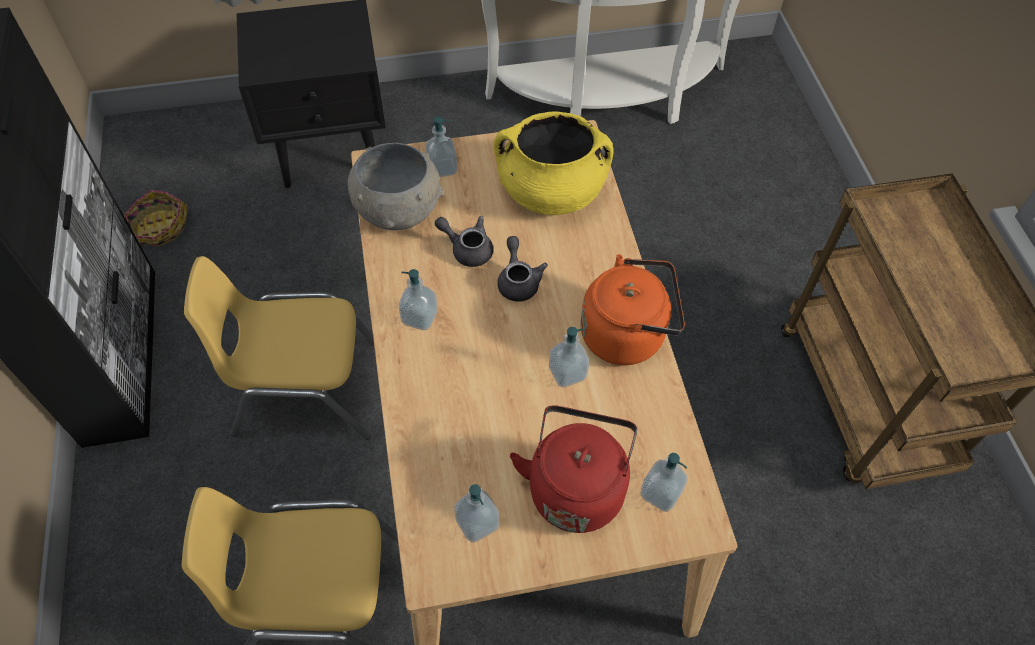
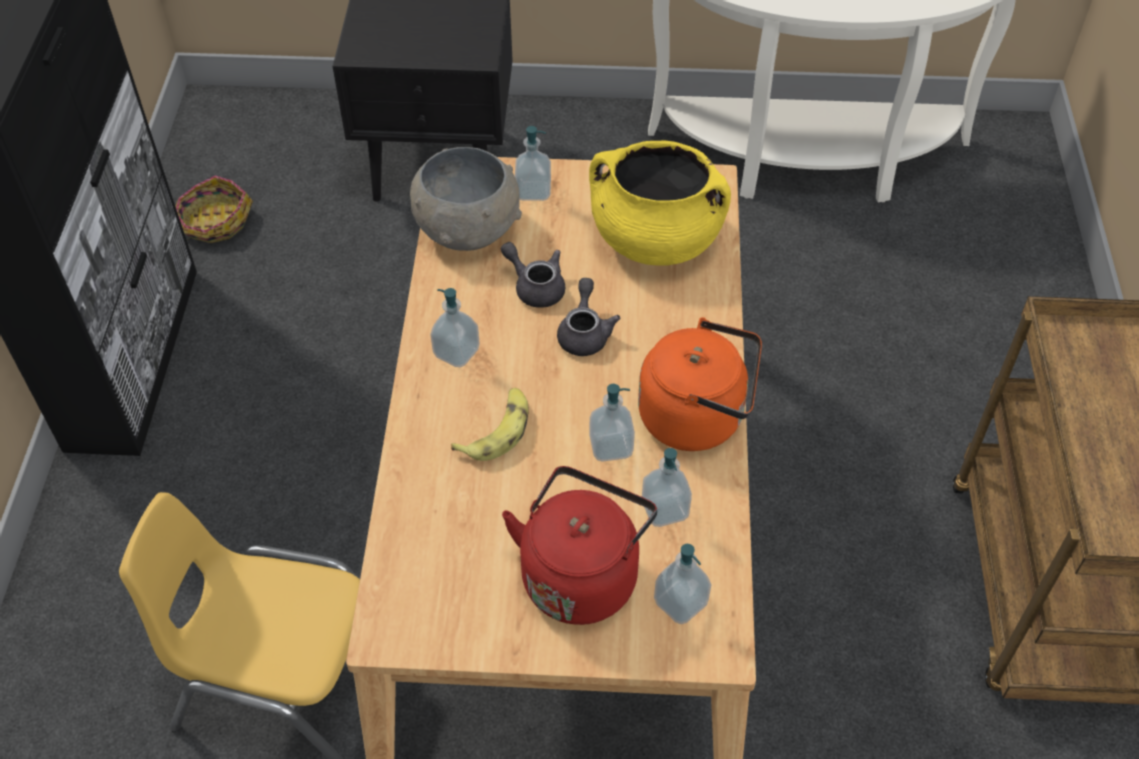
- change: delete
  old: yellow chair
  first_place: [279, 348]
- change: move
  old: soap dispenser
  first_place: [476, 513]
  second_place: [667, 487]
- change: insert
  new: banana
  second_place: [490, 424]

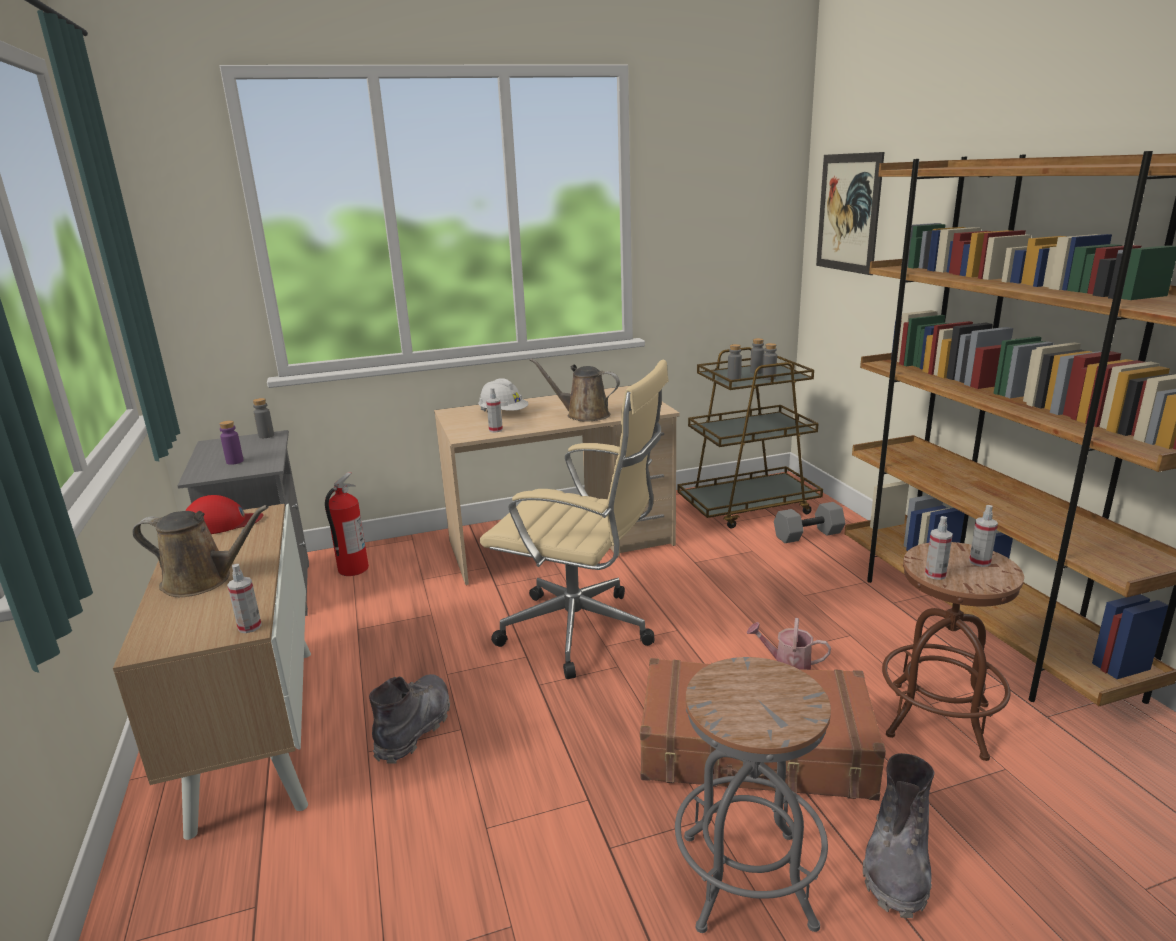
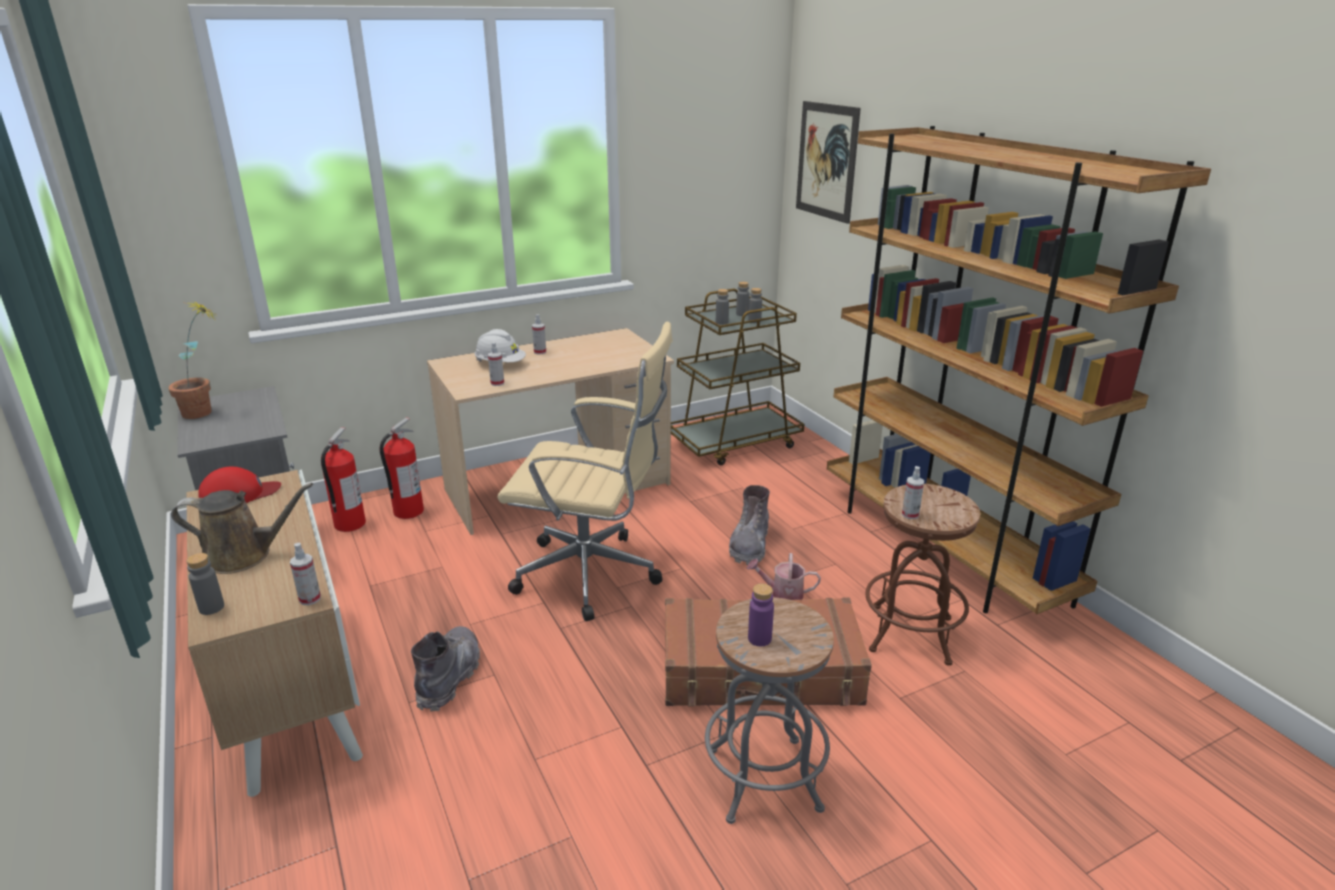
- change: delete
  old: brown watering can
  first_place: [574, 390]
- change: move
  old: grey bottle
  first_place: [263, 418]
  second_place: [205, 584]
- change: move
  old: purple bottle
  first_place: [231, 443]
  second_place: [761, 614]
- change: delete
  old: grey dumbbell
  first_place: [809, 522]
- change: move
  old: spray bottle
  first_place: [983, 536]
  second_place: [539, 334]
- change: move
  old: grey boot
  first_place: [898, 835]
  second_place: [749, 525]
- change: insert
  new: potted plant
  second_place: [191, 359]
- change: insert
  new: fire extinguisher
  second_place: [402, 468]

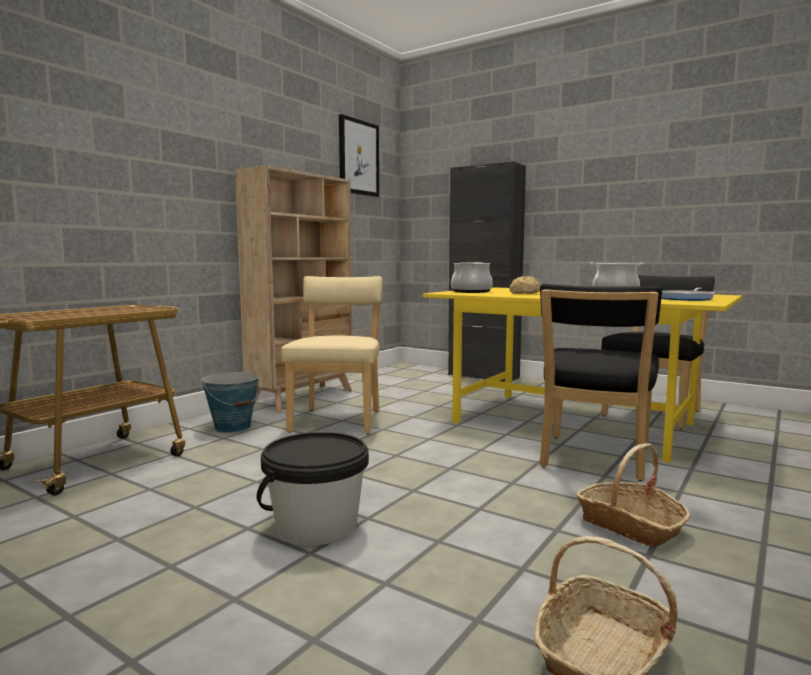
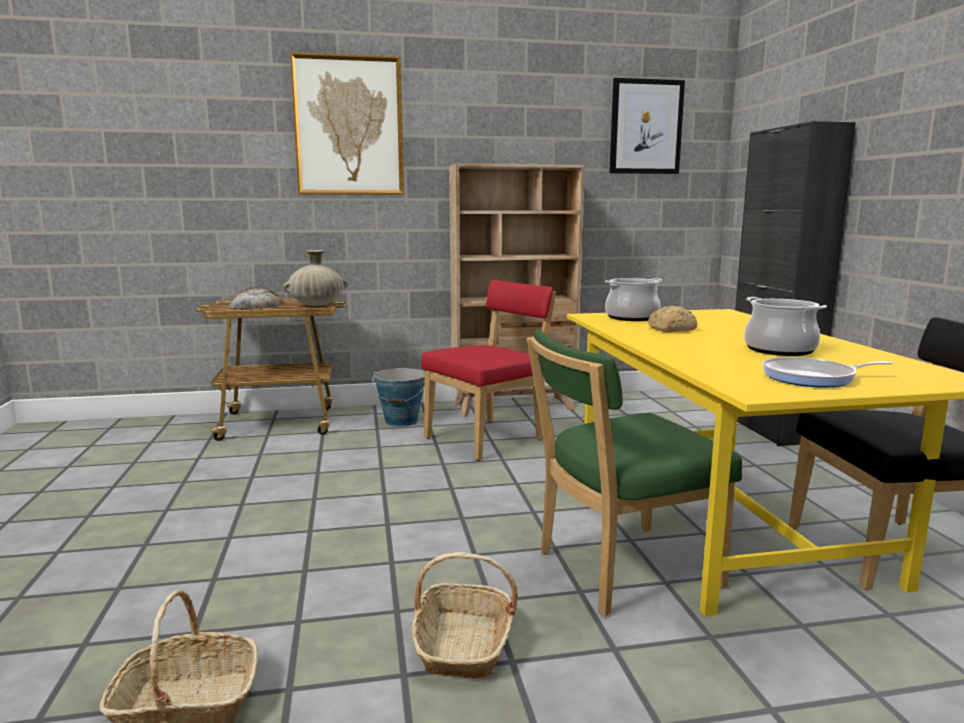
- change: recolor
  old: beige chair
  new: red chair
  first_place: [332, 355]
  second_place: [488, 370]
- change: recolor
  old: black chair
  new: green chair
  first_place: [601, 382]
  second_place: [634, 472]
- change: delete
  old: black bucket
  first_place: [313, 489]
- change: insert
  new: picture
  second_place: [347, 123]
- change: insert
  new: beige vase
  second_place: [315, 278]
- change: insert
  new: bread
  second_place: [255, 298]

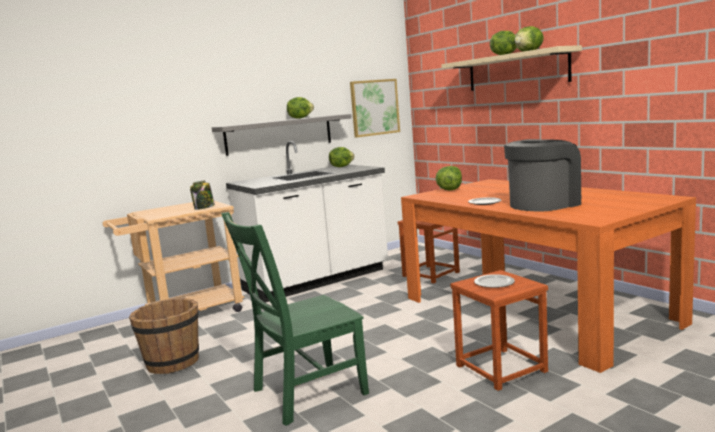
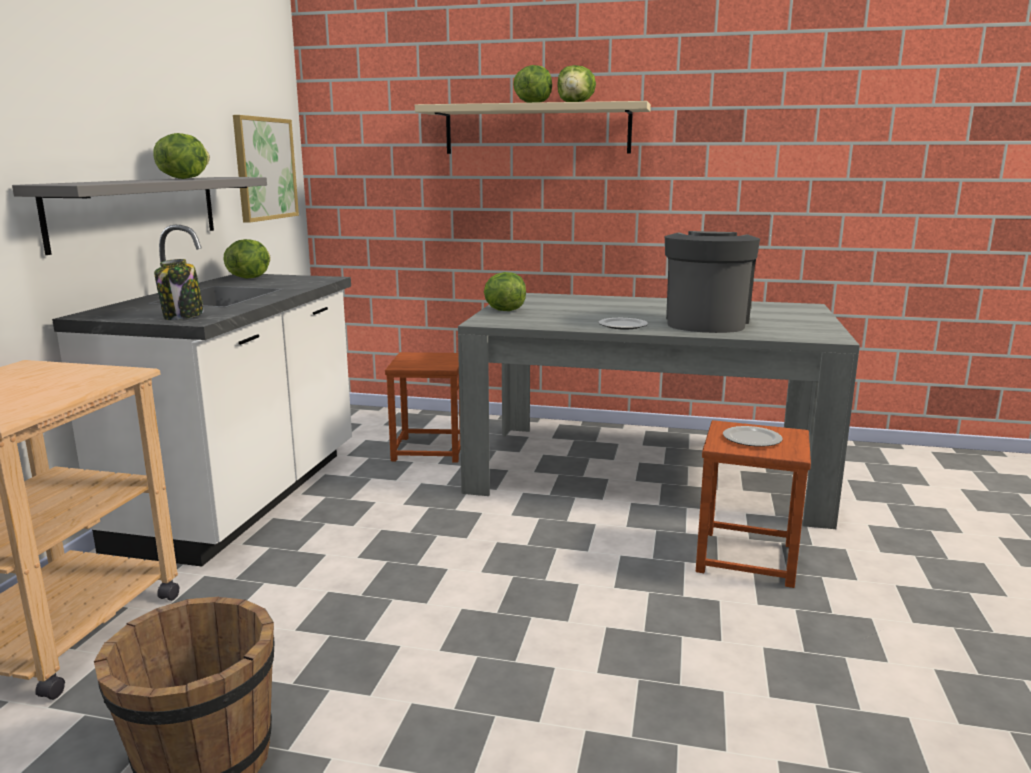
- change: recolor
  old: orange dining table
  new: grey dining table
  first_place: [548, 276]
  second_place: [659, 411]
- change: move
  old: jar
  first_place: [202, 195]
  second_place: [179, 289]
- change: delete
  old: green chair
  first_place: [295, 319]

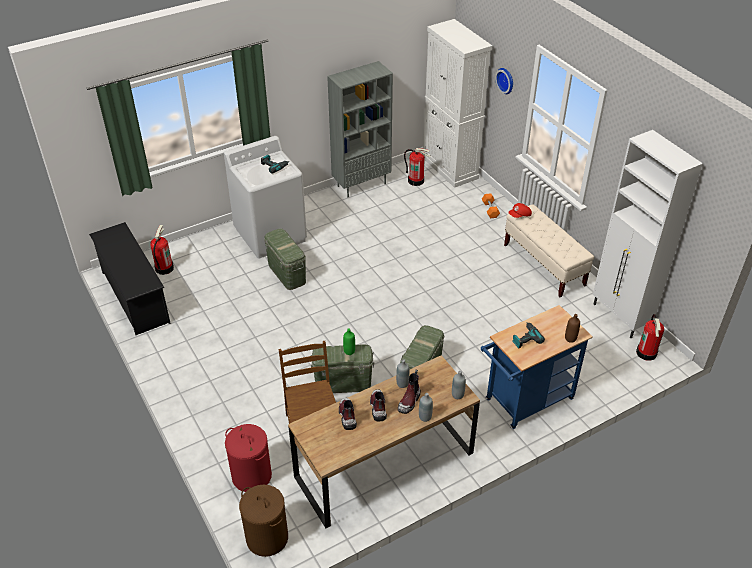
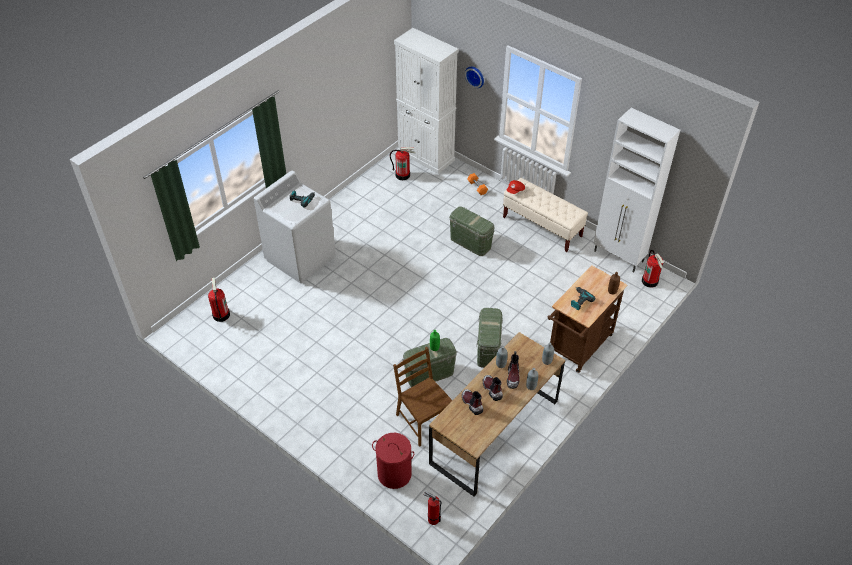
- change: delete
  old: grey bookcase
  first_place: [360, 129]
- change: delete
  old: black shoe rack
  first_place: [130, 278]
- change: move
  old: green storage box
  first_place: [285, 259]
  second_place: [472, 231]
- change: recolor
  old: blue cart
  new: brown cart
  first_place: [537, 367]
  second_place: [587, 319]
- change: replace
  old: brown laundry basket
  new: fire extinguisher
  first_place: [263, 521]
  second_place: [432, 508]

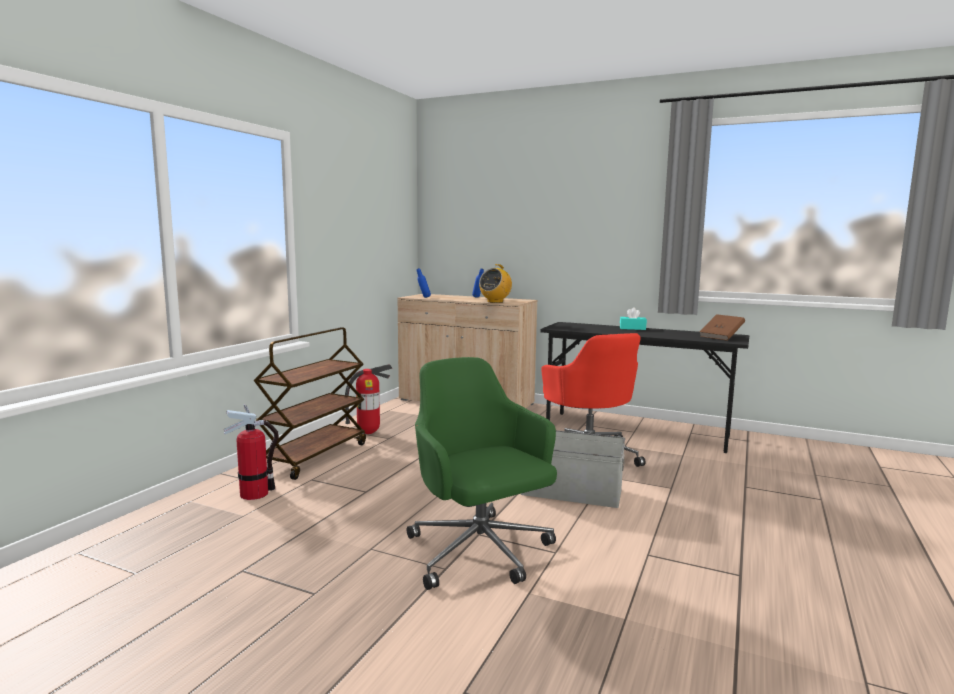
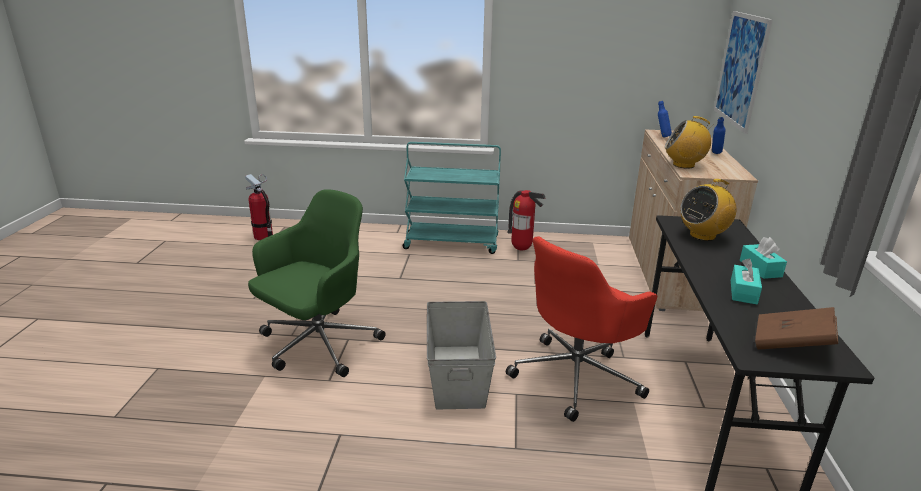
- change: recolor
  old: brown cart
  new: turquoise cart
  first_place: [310, 403]
  second_place: [452, 198]
- change: move
  old: fire extinguisher
  first_place: [251, 452]
  second_place: [259, 207]
- change: insert
  new: picture
  second_place: [743, 72]
- change: insert
  new: radio
  second_place: [708, 210]
- change: insert
  new: turquoise tissue box
  second_place: [746, 281]

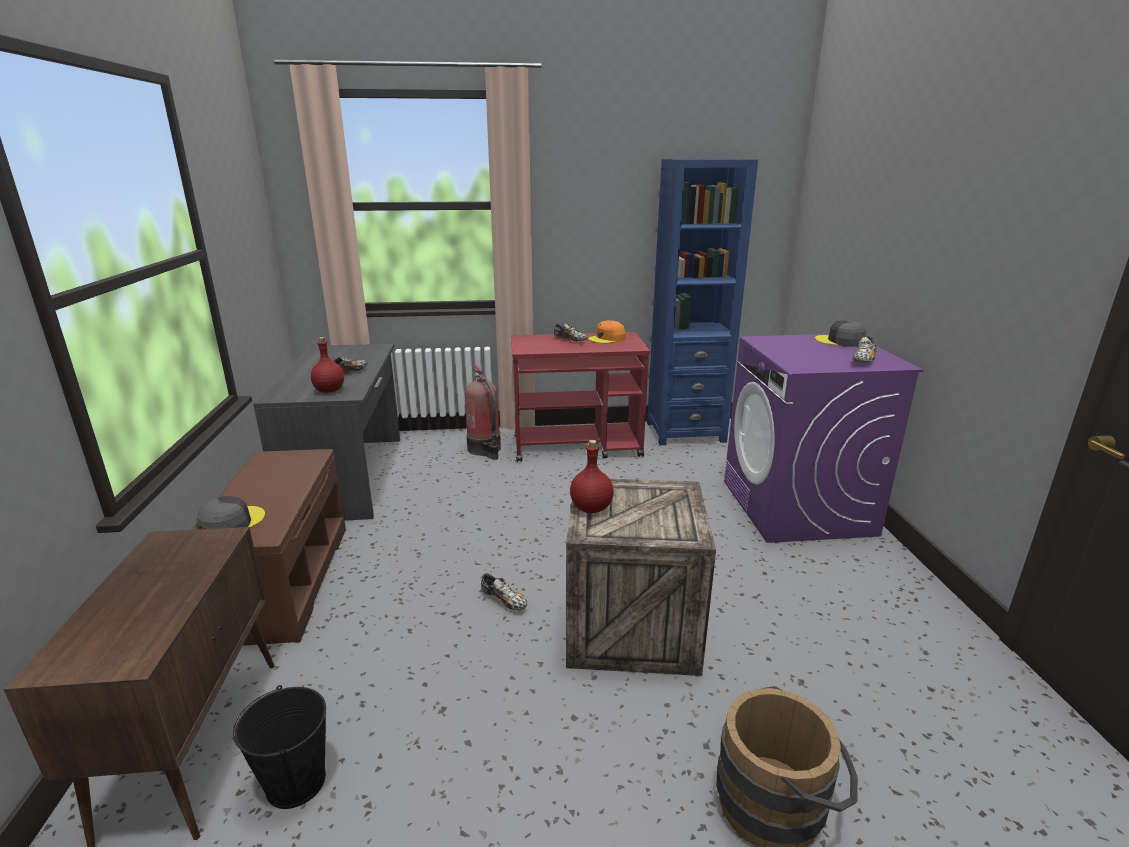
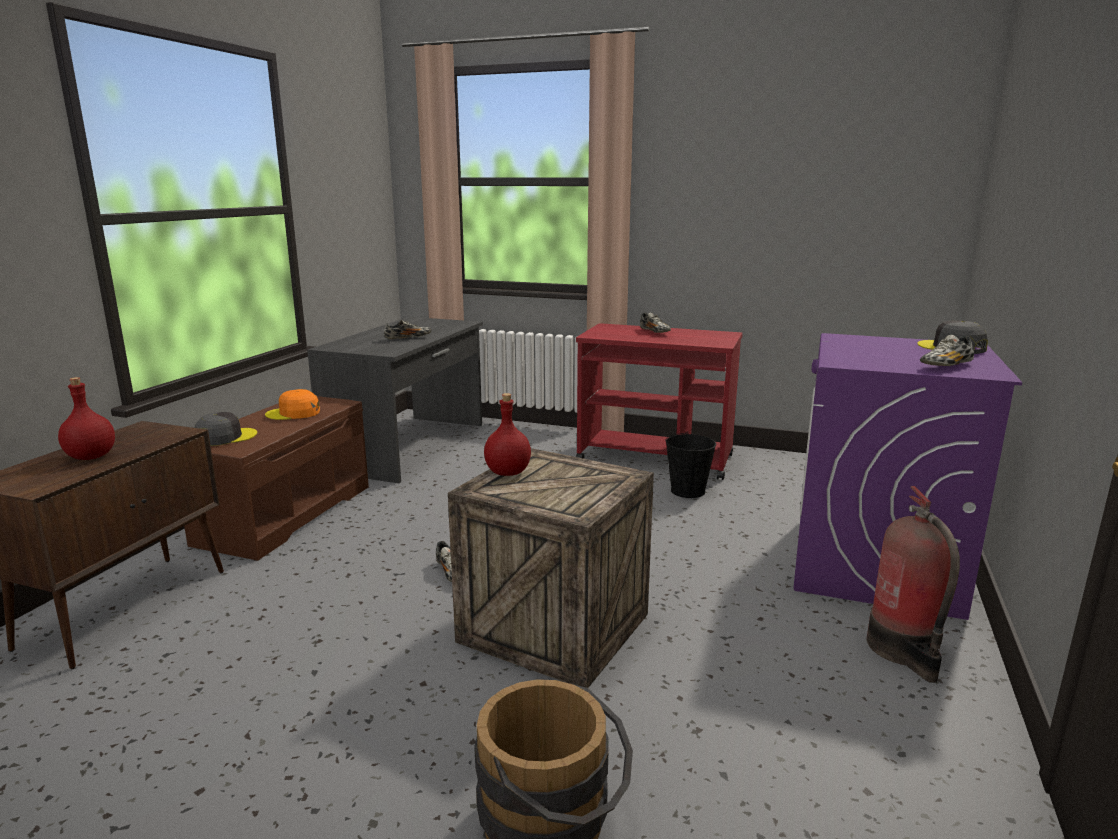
- change: delete
  old: blue bookcase
  first_place: [702, 302]
- change: move
  old: orange cap
  first_place: [607, 332]
  second_place: [292, 404]
- change: move
  old: red bottle
  first_place: [327, 365]
  second_place: [86, 418]
- change: move
  old: fire extinguisher
  first_place: [483, 412]
  second_place: [913, 584]
- change: move
  old: black bucket
  first_place: [279, 747]
  second_place: [690, 465]

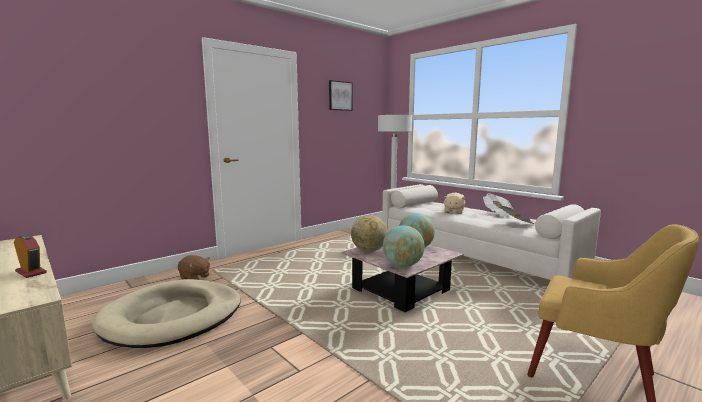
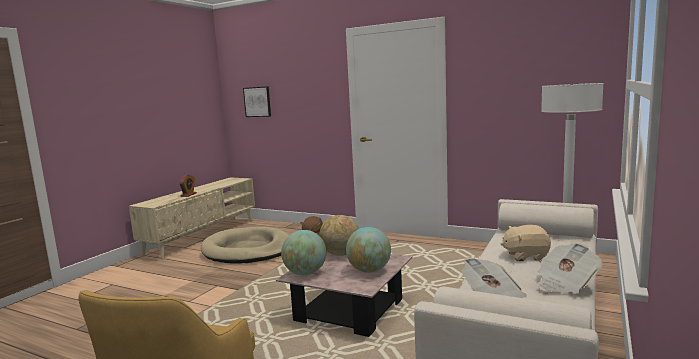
- change: move
  old: picture
  first_place: [340, 95]
  second_place: [257, 101]

